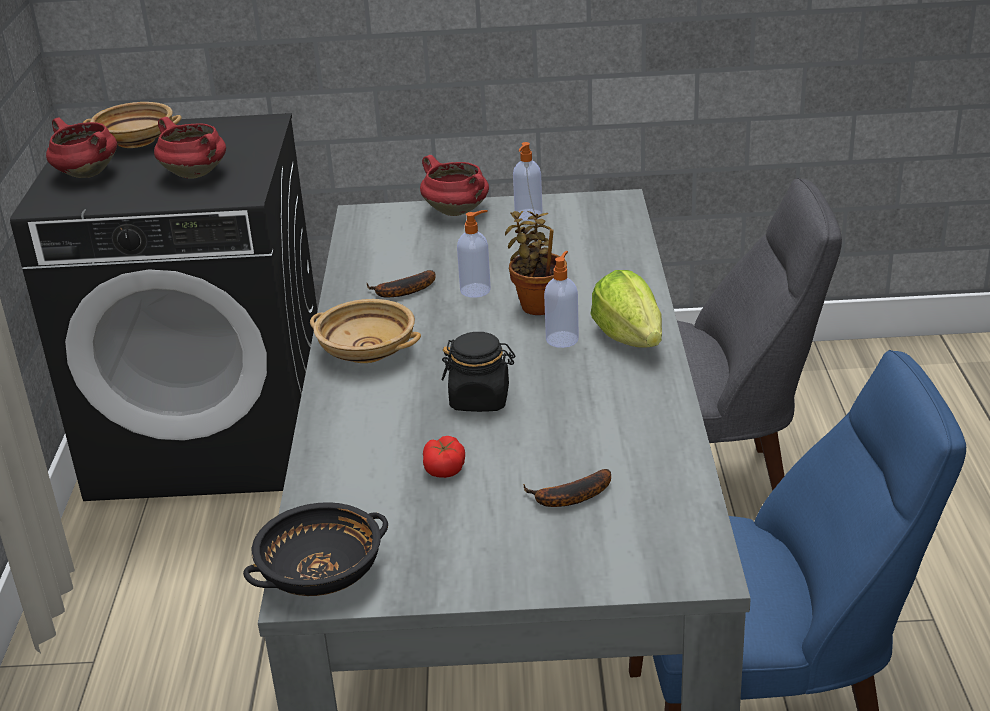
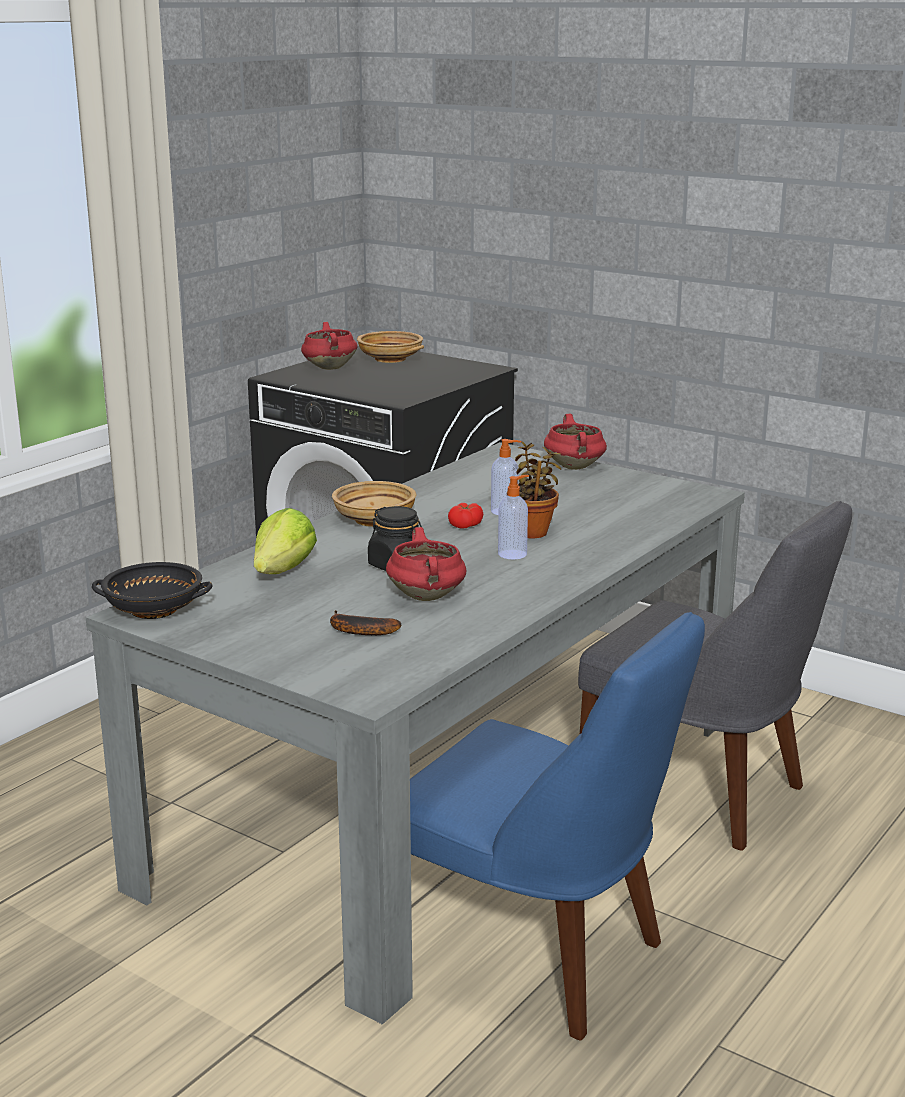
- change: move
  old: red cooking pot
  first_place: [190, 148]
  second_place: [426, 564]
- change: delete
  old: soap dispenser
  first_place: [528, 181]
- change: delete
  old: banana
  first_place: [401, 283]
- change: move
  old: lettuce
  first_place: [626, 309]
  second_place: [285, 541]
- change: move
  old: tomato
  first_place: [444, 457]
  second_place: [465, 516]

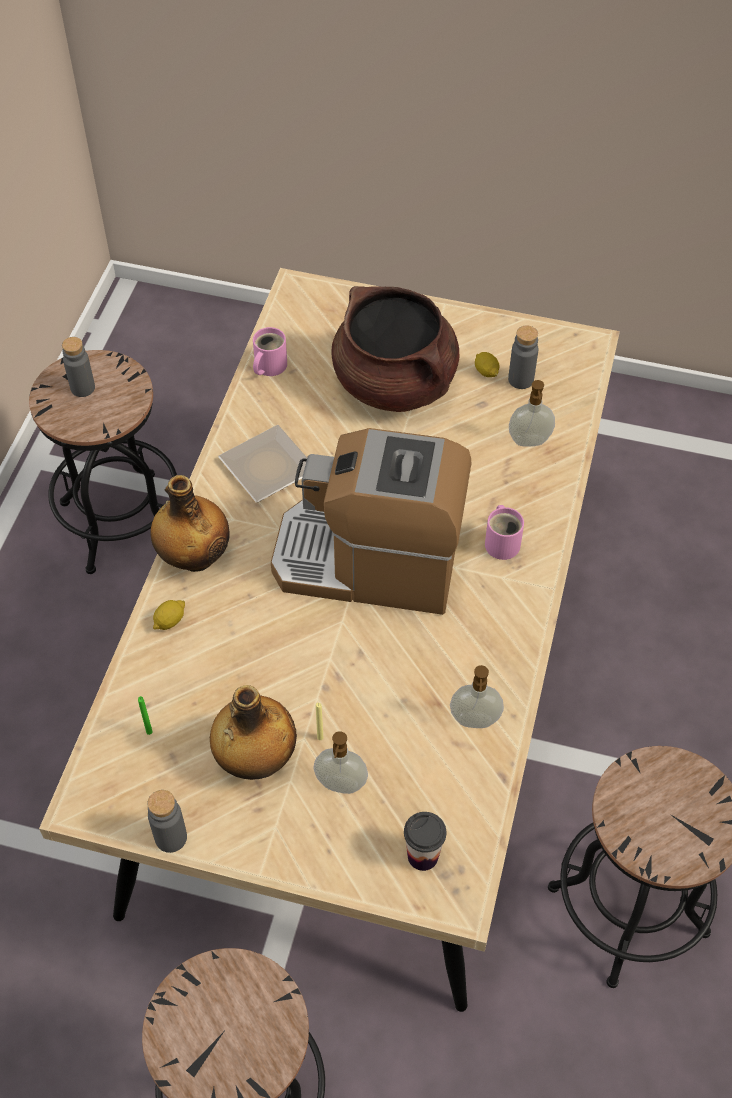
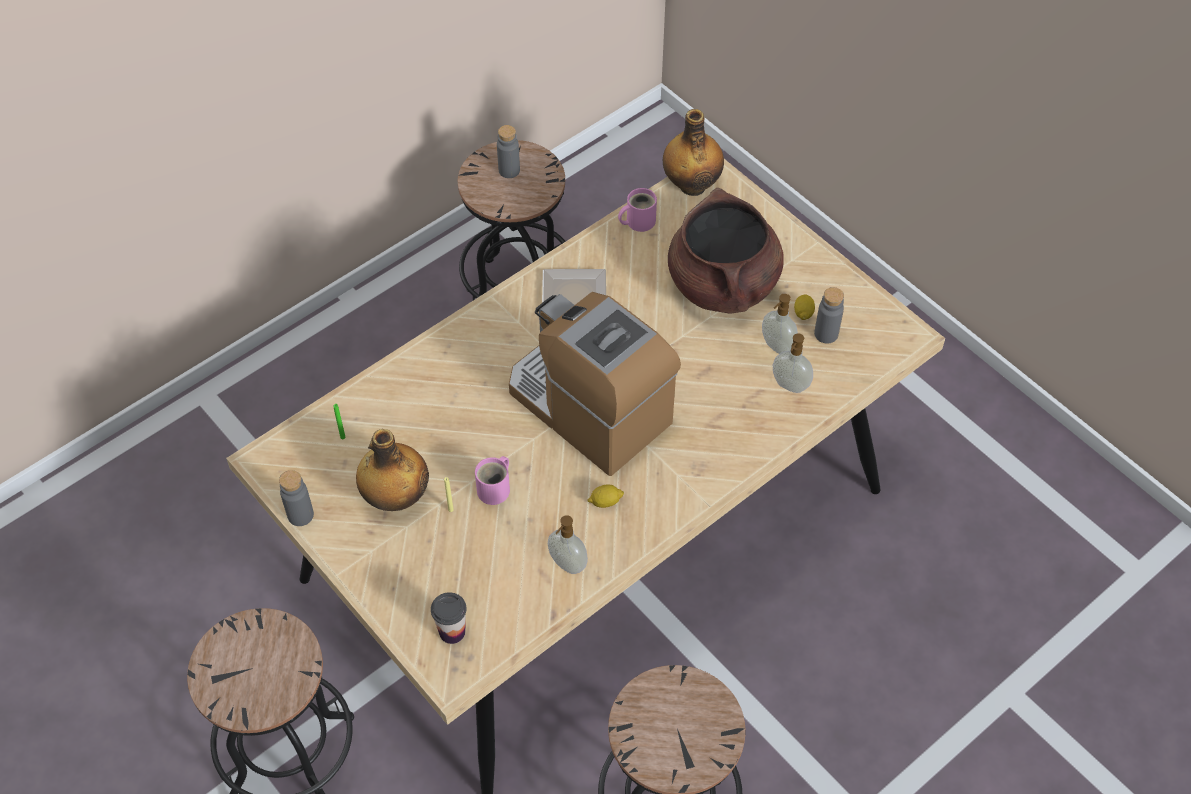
- change: move
  old: bottle
  first_place: [190, 523]
  second_place: [693, 152]
- change: move
  old: pink mug
  first_place: [504, 532]
  second_place: [492, 480]
- change: move
  old: lemon
  first_place: [169, 615]
  second_place: [605, 496]
- change: move
  old: soap dispenser
  first_place: [341, 762]
  second_place: [780, 324]

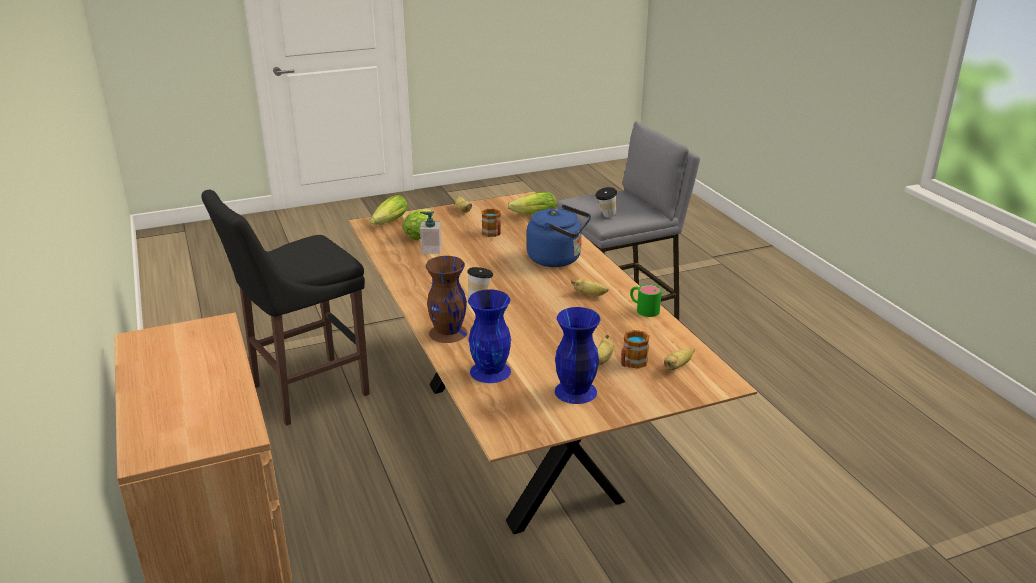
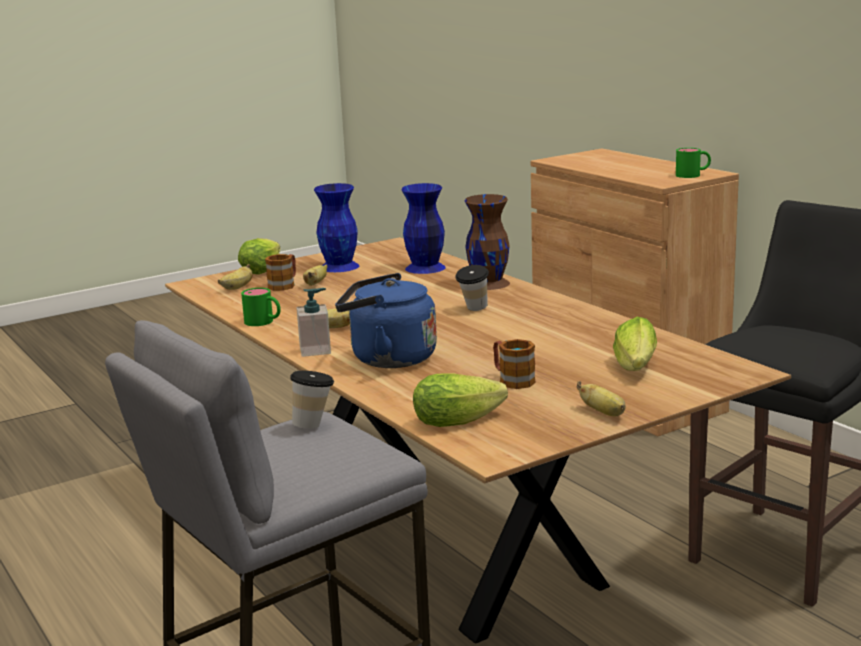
- change: move
  old: lettuce
  first_place: [389, 210]
  second_place: [259, 256]
- change: move
  old: soap dispenser
  first_place: [431, 232]
  second_place: [314, 322]
- change: insert
  new: green mug
  second_place: [693, 163]

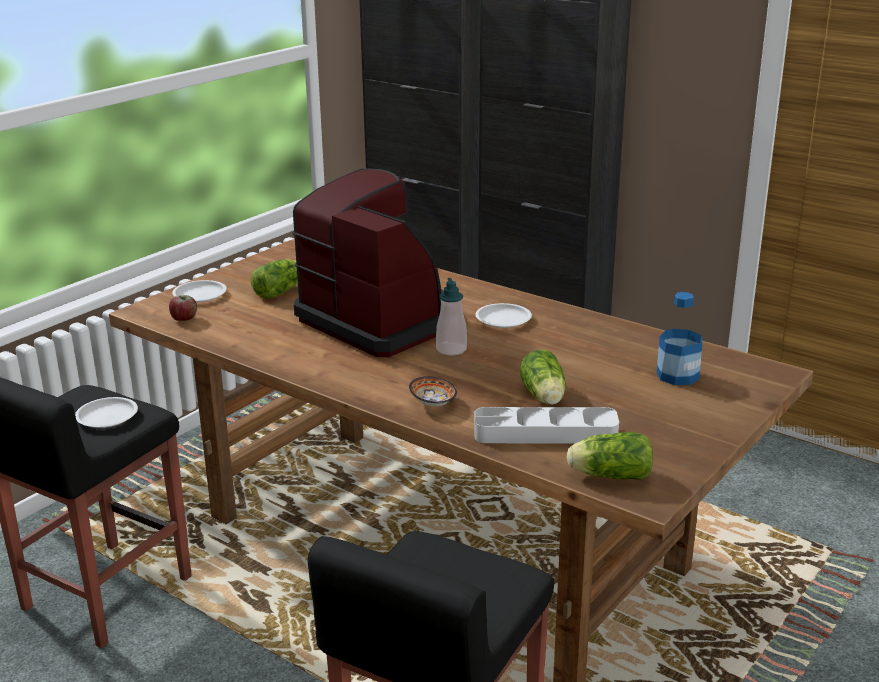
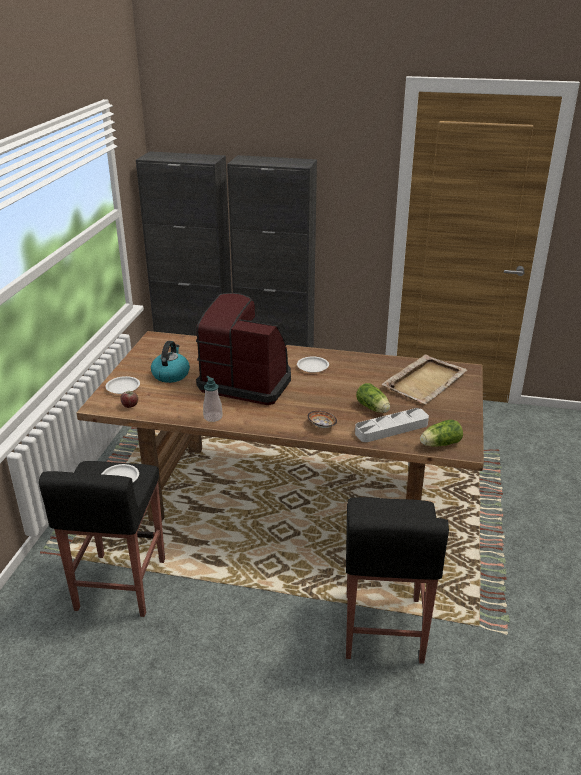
- change: replace
  old: lettuce
  new: kettle
  first_place: [274, 279]
  second_place: [170, 362]
- change: move
  old: soap dispenser
  first_place: [451, 316]
  second_place: [213, 399]
- change: replace
  old: bottle
  new: beige tray
  first_place: [679, 338]
  second_place: [424, 379]

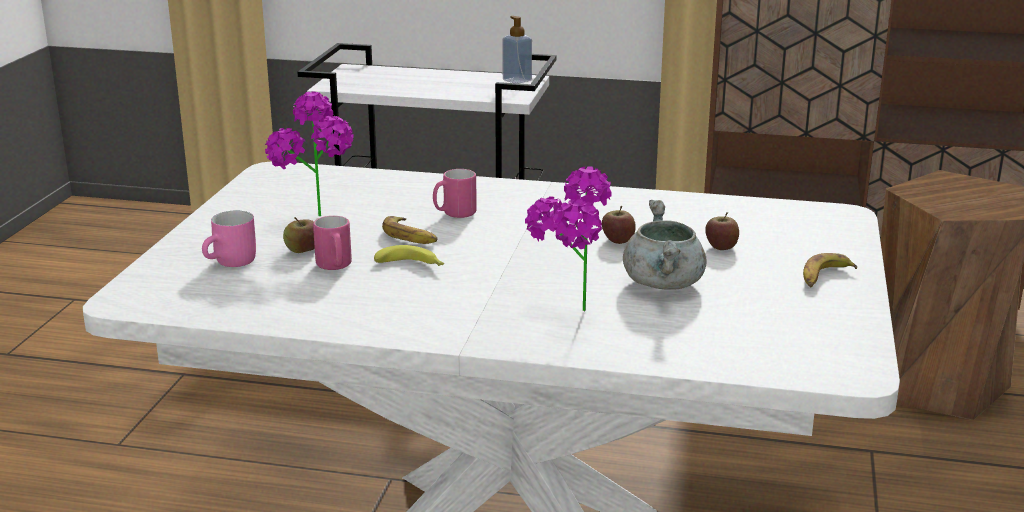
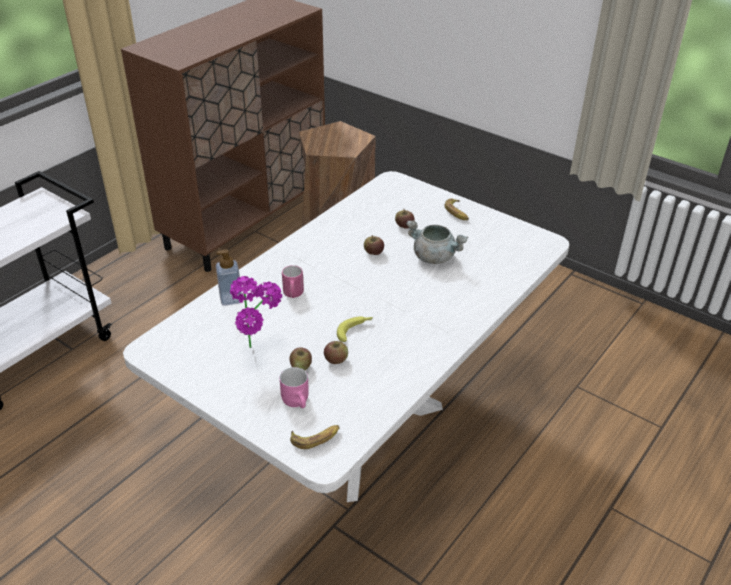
- change: move
  old: soap dispenser
  first_place: [517, 50]
  second_place: [229, 277]
- change: delete
  old: potted plant
  first_place: [568, 238]
- change: replace
  old: pink mug
  new: apple
  first_place: [332, 243]
  second_place: [336, 352]
- change: move
  old: banana
  first_place: [409, 230]
  second_place: [315, 437]

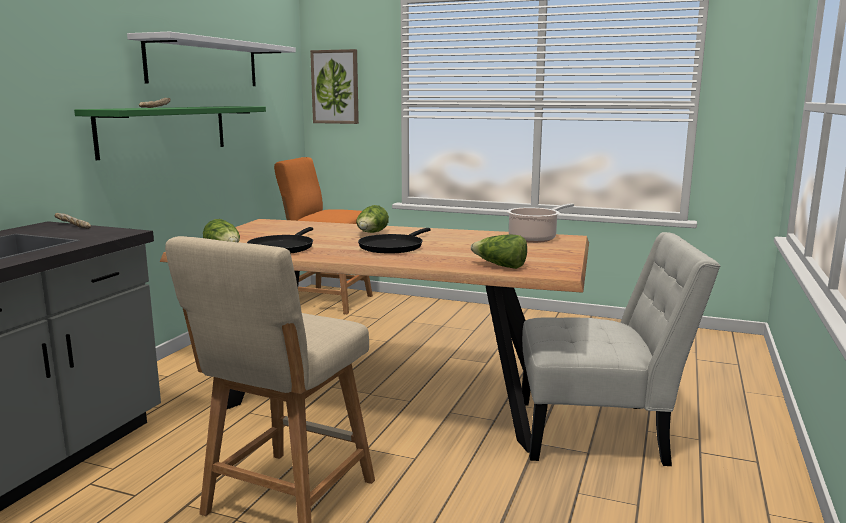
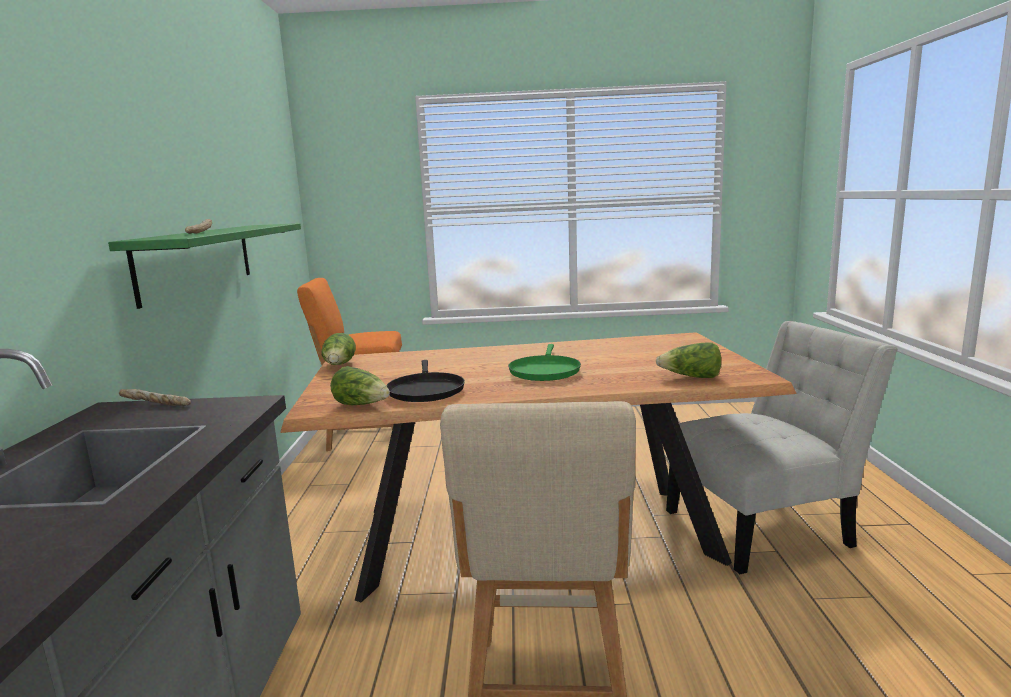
- change: delete
  old: white shelf
  first_place: [211, 59]
- change: delete
  old: picture
  first_place: [334, 86]
- change: delete
  old: cooking pot
  first_place: [540, 223]
- change: move
  old: lettuce
  first_place: [372, 219]
  second_place: [338, 349]
- change: recolor
  old: black frying pan
  new: green frying pan
  first_place: [394, 241]
  second_place: [544, 362]

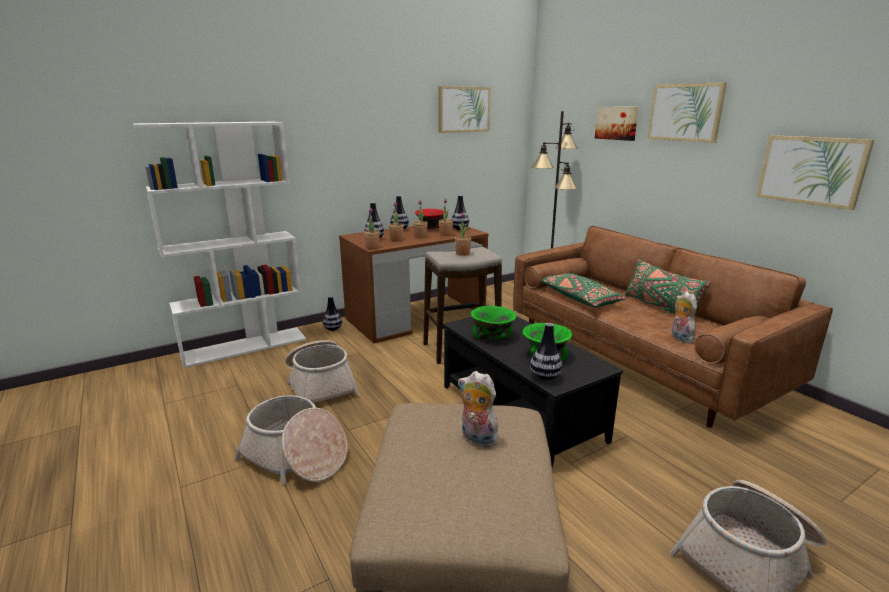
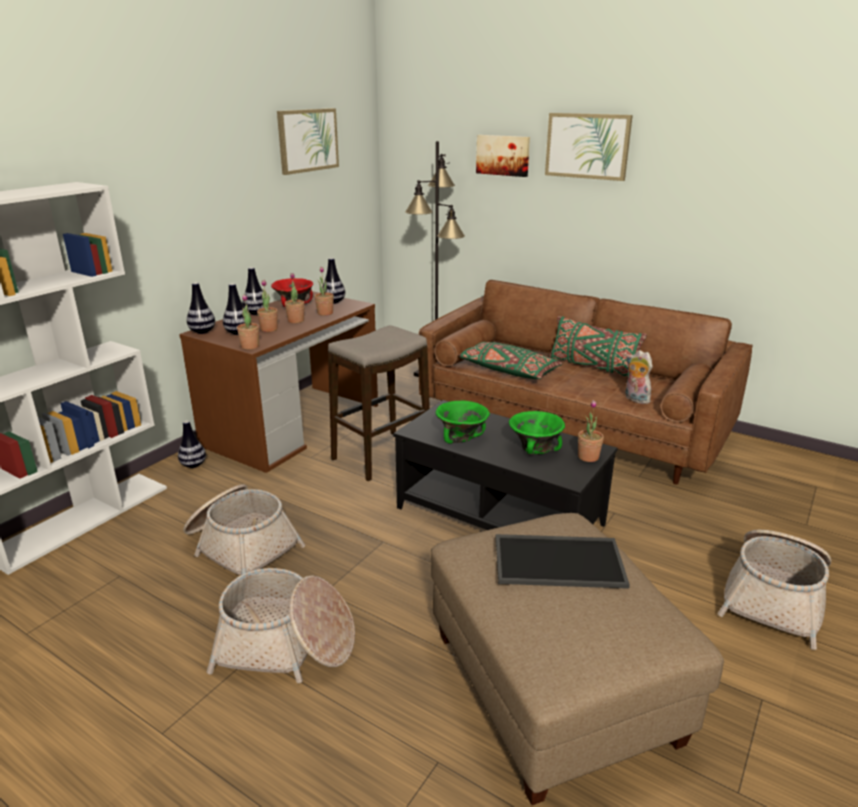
- change: delete
  old: picture
  first_place: [815, 172]
- change: move
  old: potted plant
  first_place: [463, 234]
  second_place: [591, 431]
- change: move
  old: vase
  first_place: [546, 352]
  second_place: [201, 308]
- change: replace
  old: plush toy
  new: tray
  first_place: [478, 409]
  second_place: [563, 561]

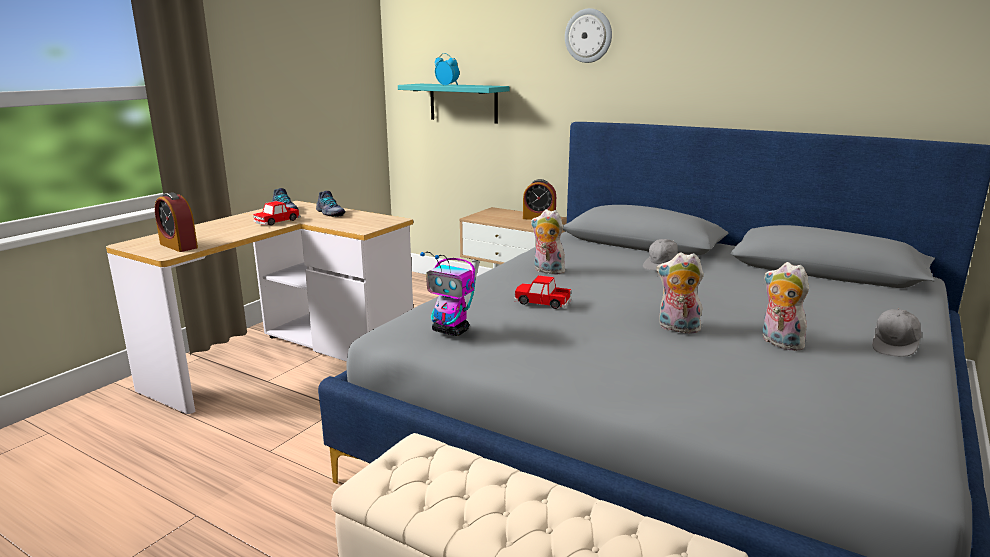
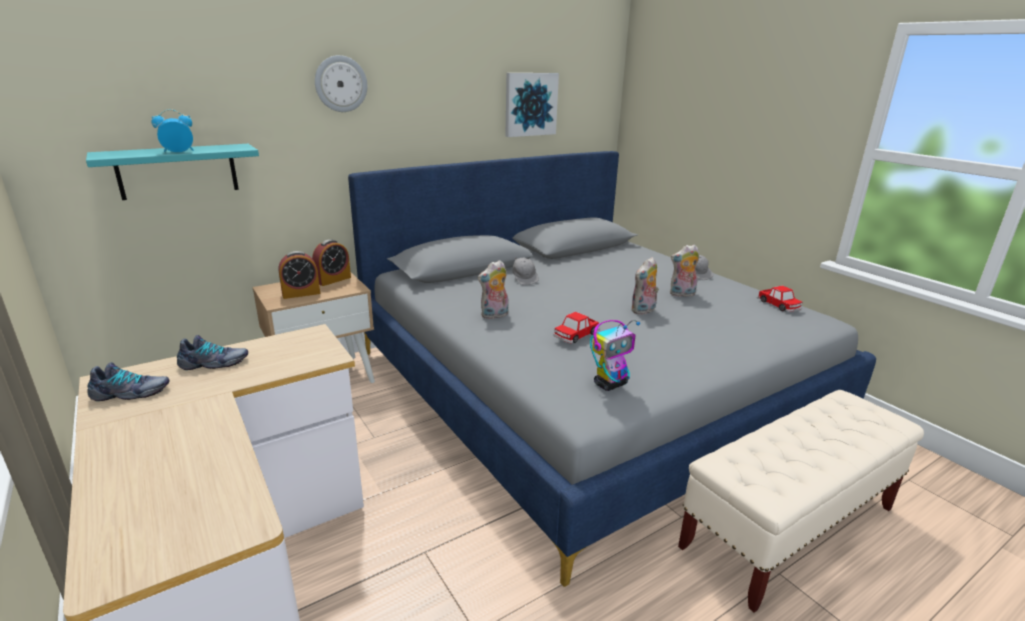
- change: move
  old: alarm clock
  first_place: [176, 222]
  second_place: [299, 275]
- change: move
  old: toy car
  first_place: [277, 213]
  second_place: [779, 298]
- change: insert
  new: picture
  second_place: [532, 105]

